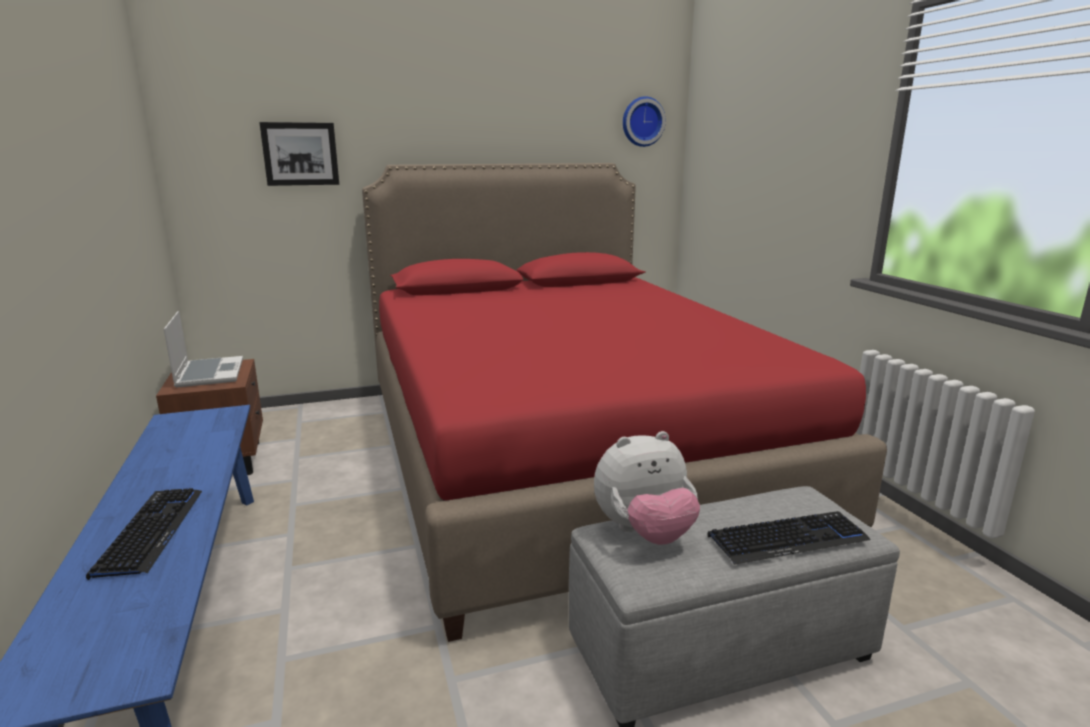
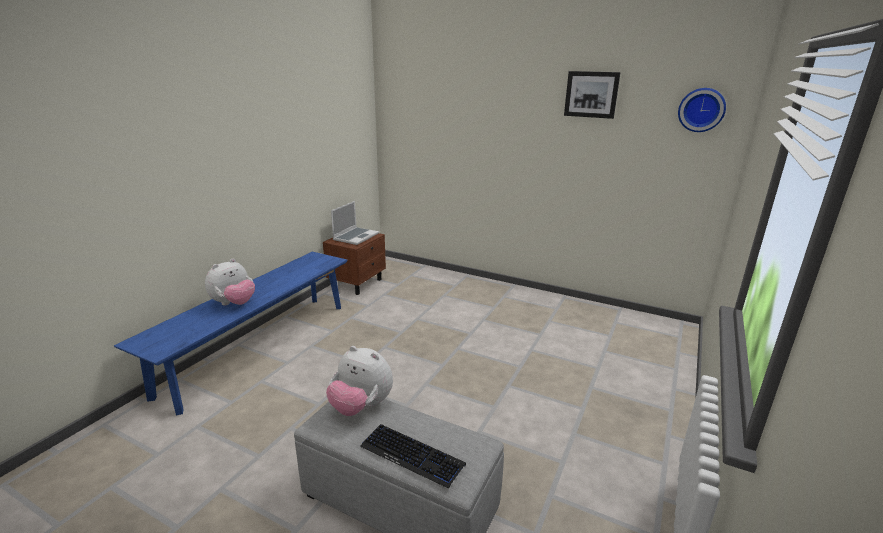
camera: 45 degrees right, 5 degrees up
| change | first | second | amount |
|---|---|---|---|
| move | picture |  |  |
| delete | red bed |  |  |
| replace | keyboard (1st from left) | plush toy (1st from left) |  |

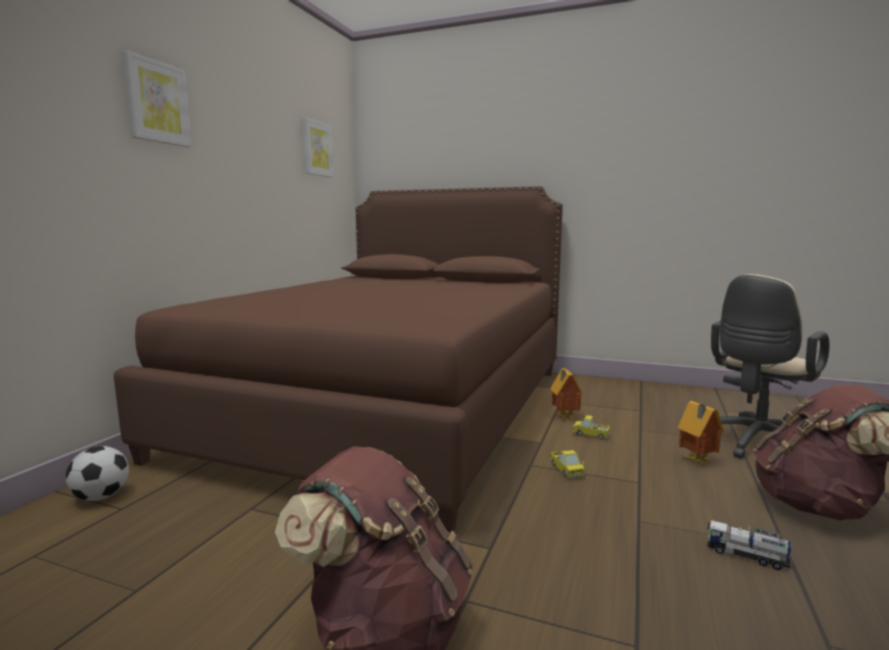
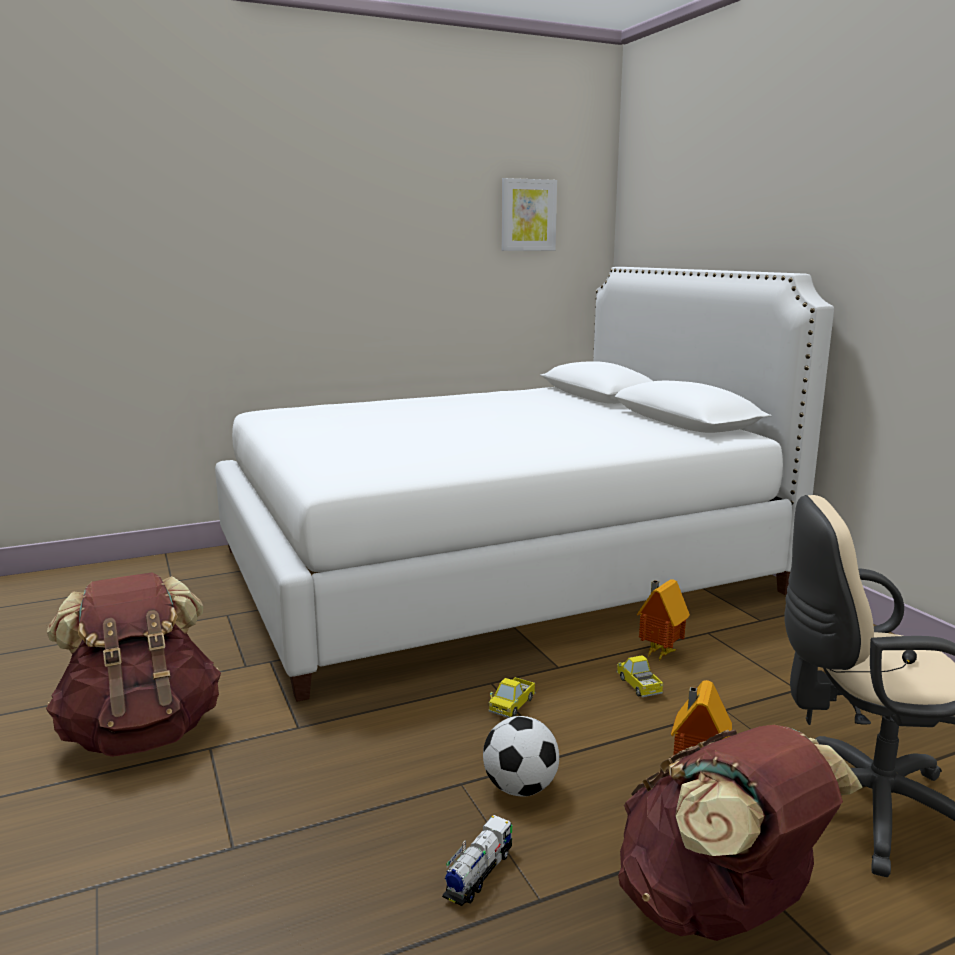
camera: 45 degrees right, 5 degrees up
| change | first | second | amount |
|---|---|---|---|
| delete | picture (1st from left) |  |  |
| recolor | brown bed | white bed |  |
| move | football |  |  |
| rotate | toy truck (3rd from left in the first image) | toy truck (1st from left) | 45 degrees clockwise |

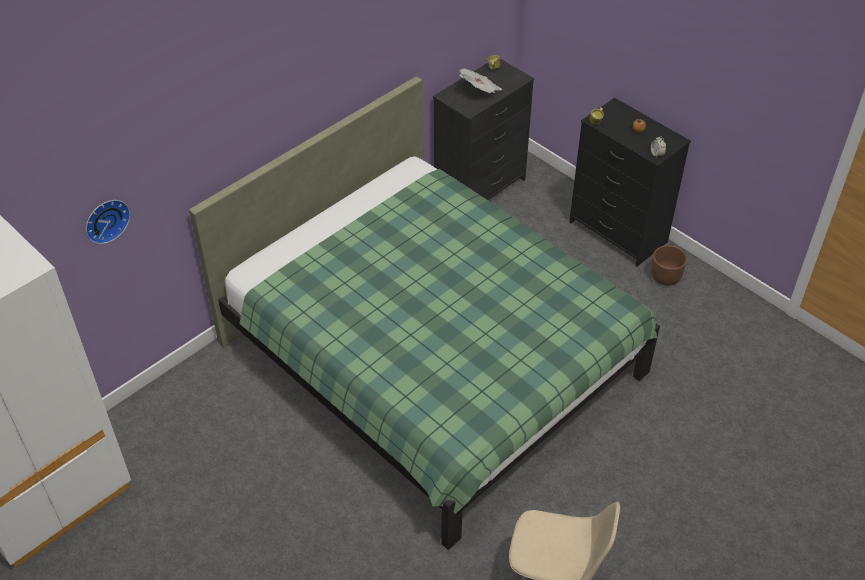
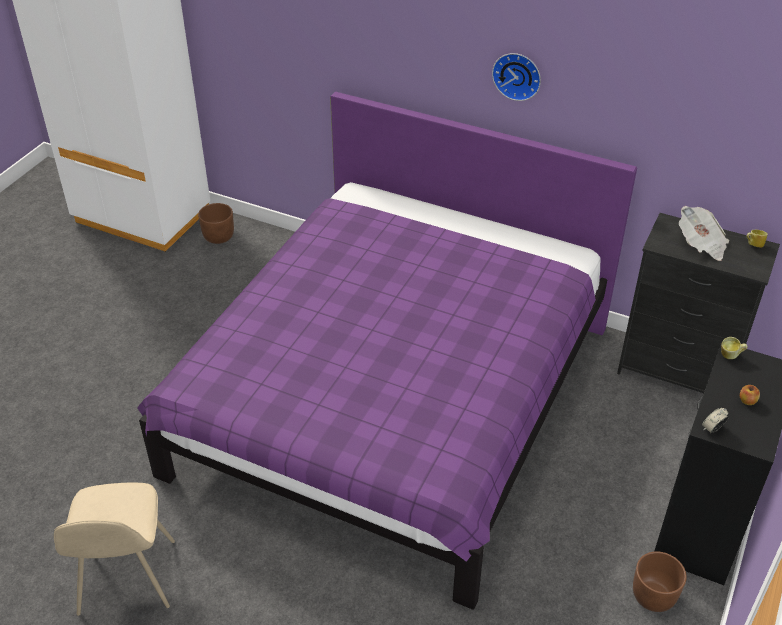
camera: 70 degrees right, 5 degrees down
| change | first | second | amount |
|---|---|---|---|
| recolor | green bed | purple bed |  |
| move | wall clock |  |  |
| insert |  | brown planter (1st from left) |  |

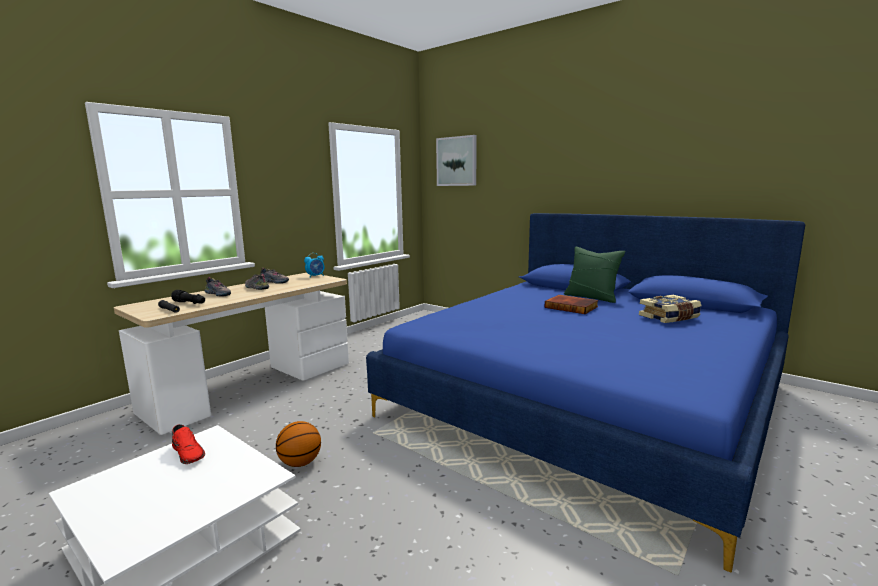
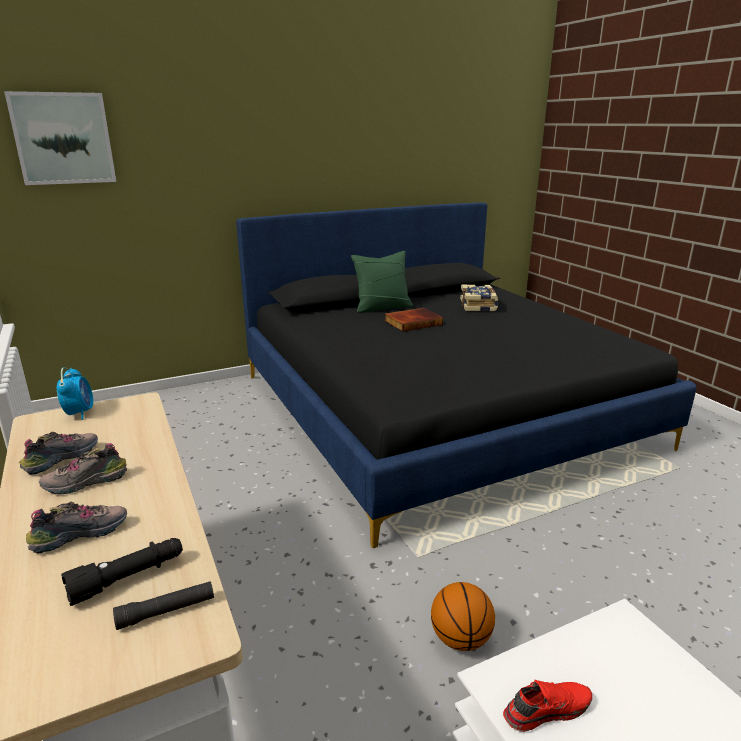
camera: 65 degrees left, 10 degrees up
| change | first | second | amount |
|---|---|---|---|
| recolor | blue bed | black bed |  |

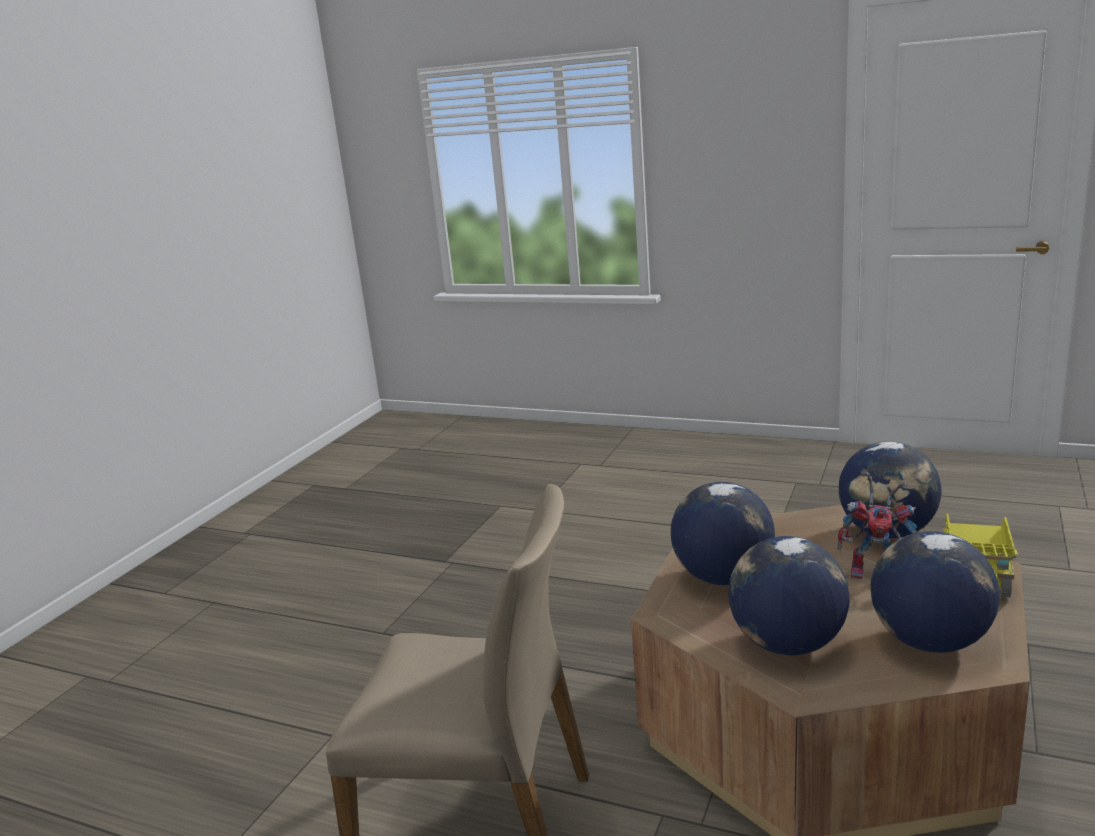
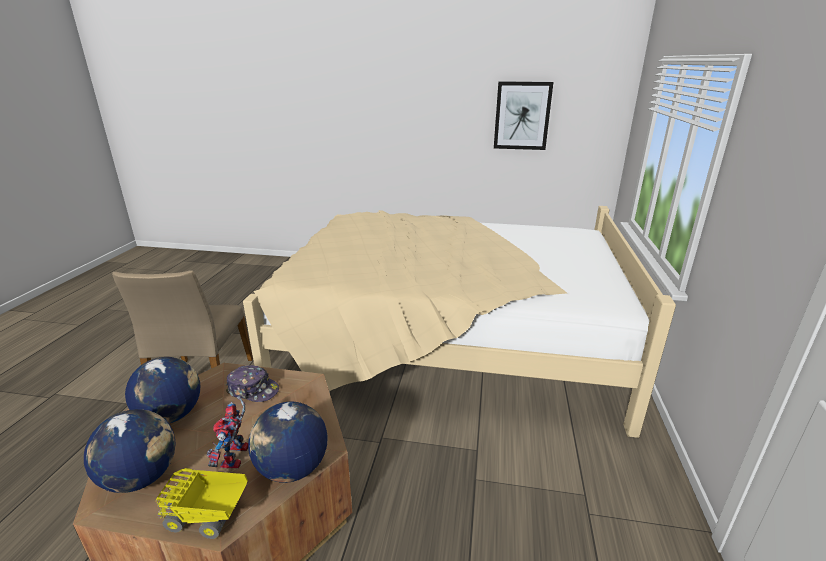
camera: 75 degrees right, 5 degrees up
| change | first | second | amount |
|---|---|---|---|
| replace | globe (1st from left) | cap |  |
| insert |  | picture |  |
| insert |  | beige bed |  |

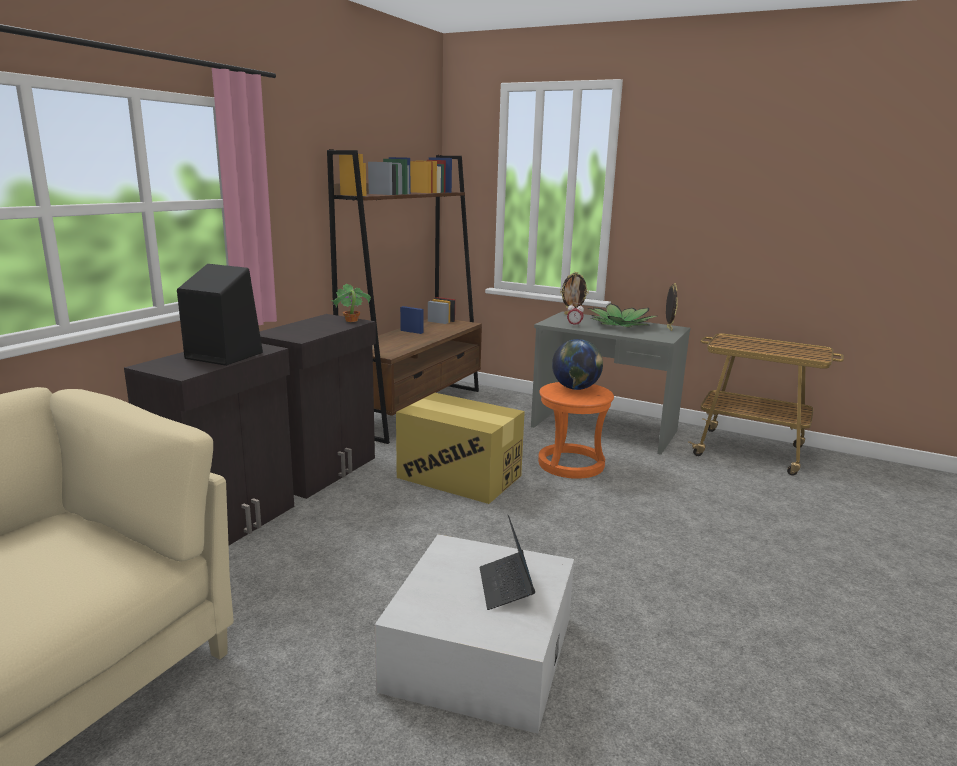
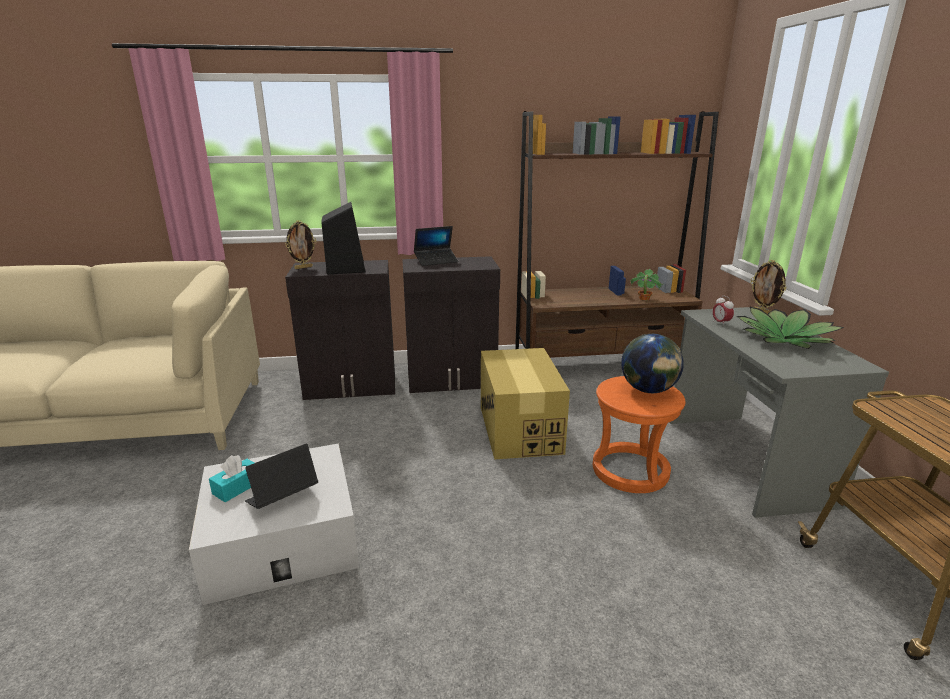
camera: 55 degrees right, 5 degrees up
| change | first | second | amount |
|---|---|---|---|
| move | picture frame (2nd from left in the first image) | picture frame (1st from left) |  |
| move | potted plant (1st from left) |  |  |
| insert |  | laptop (2nd from left) |  |
| insert |  | turquoise tissue box |  |

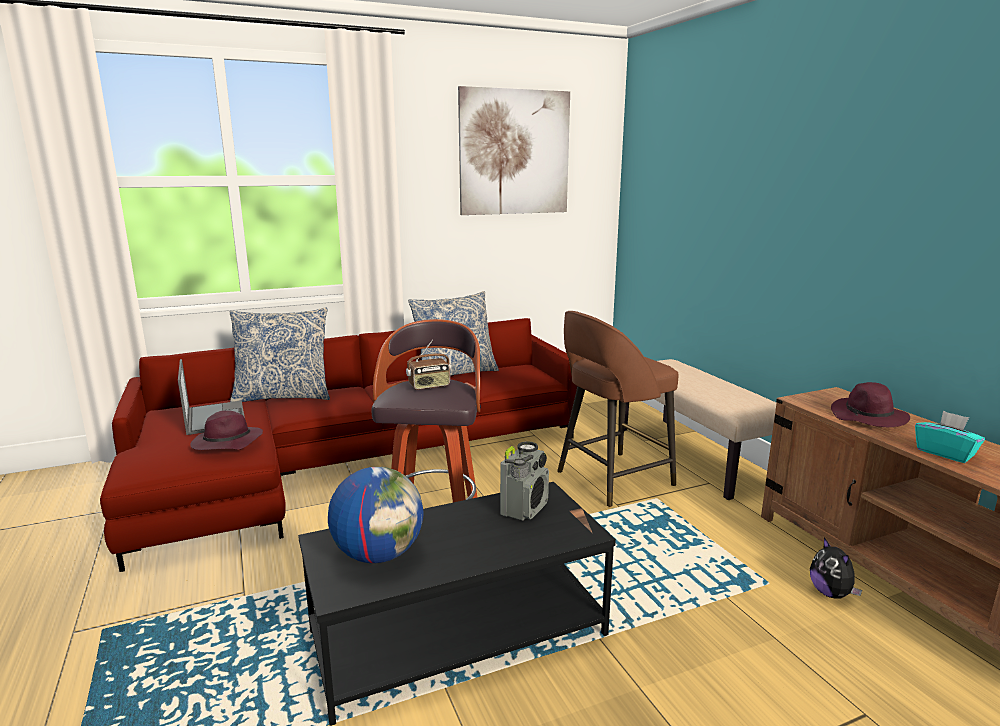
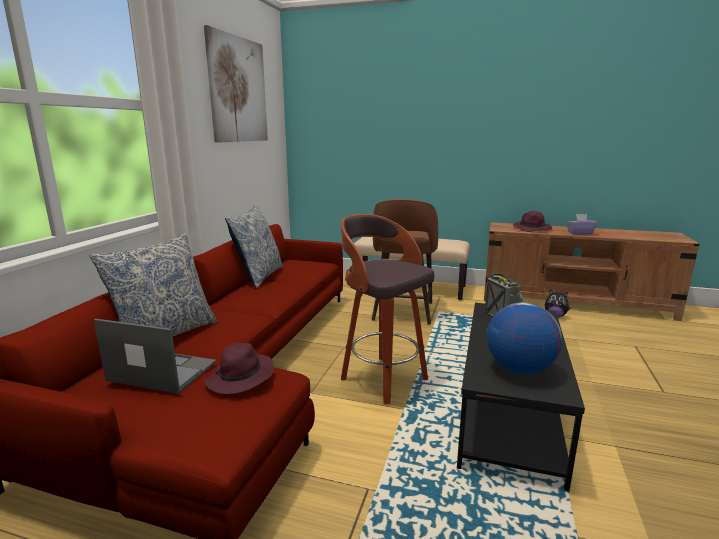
camera: 50 degrees left, 0 degrees up
| change | first | second | amount |
|---|---|---|---|
| delete | radio (1st from left) |  |  |
| recolor | turquoise tissue box | purple tissue box |  |

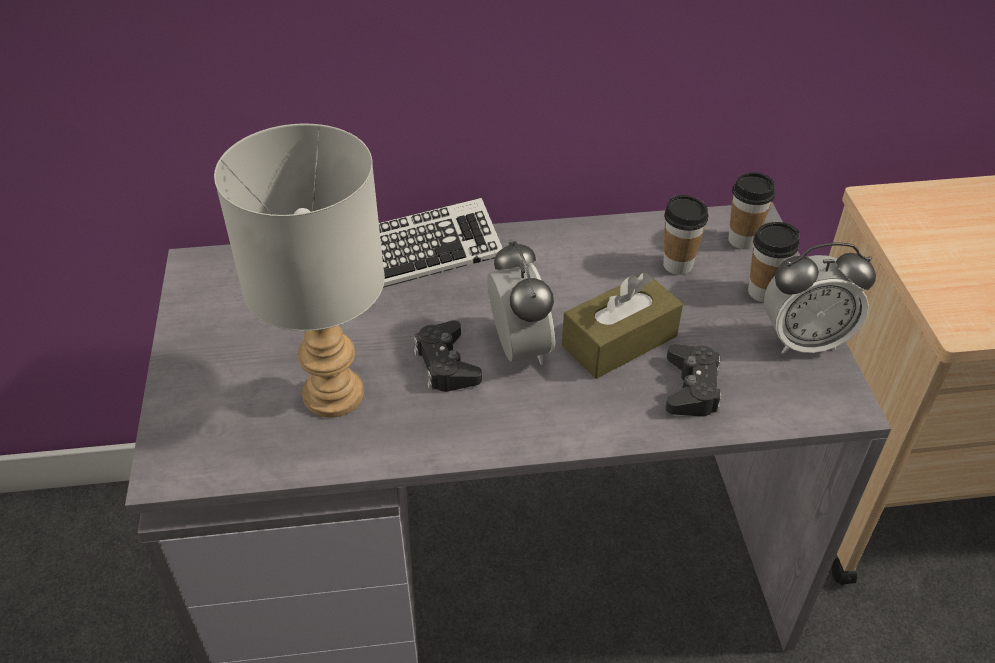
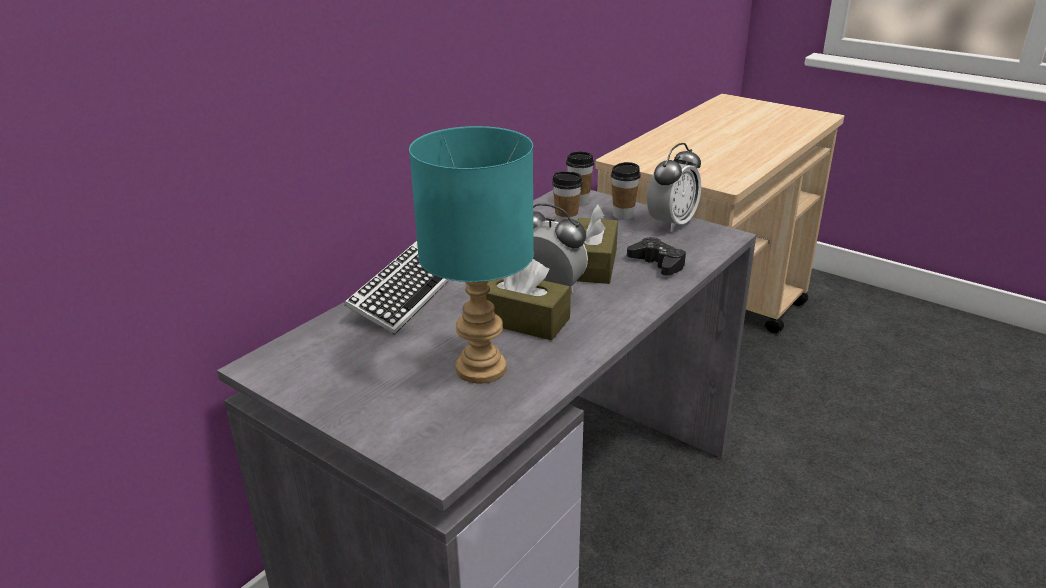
camera: 45 degrees left, 15 degrees down
| change | first | second | amount |
|---|---|---|---|
| recolor | grey table lamp | turquoise table lamp |  |
| replace | black game controller (1st from left) | brown tissue box (1st from left) |  |

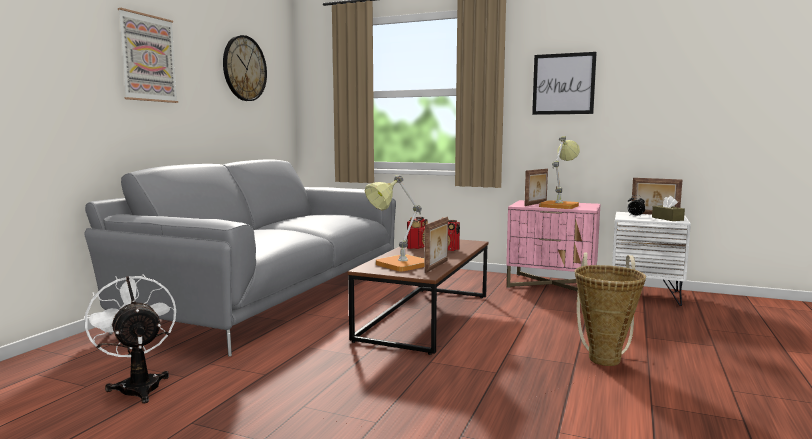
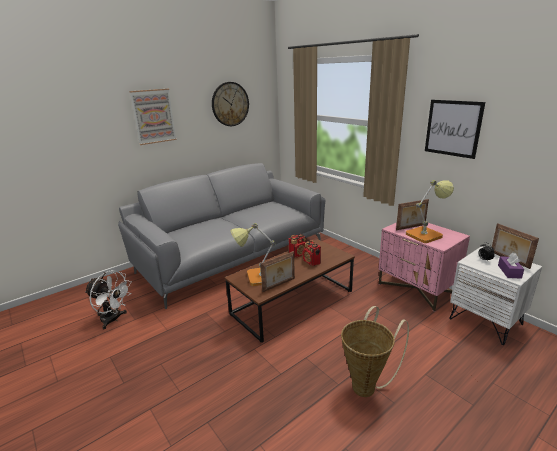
camera: 30 degrees right, 15 degrees up
| change | first | second | amount |
|---|---|---|---|
| recolor | brown tissue box | purple tissue box |  |
| rotate | white fan |  | 120 degrees clockwise |

